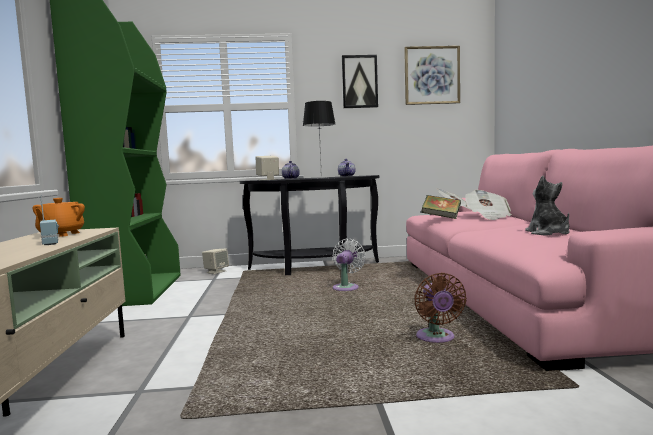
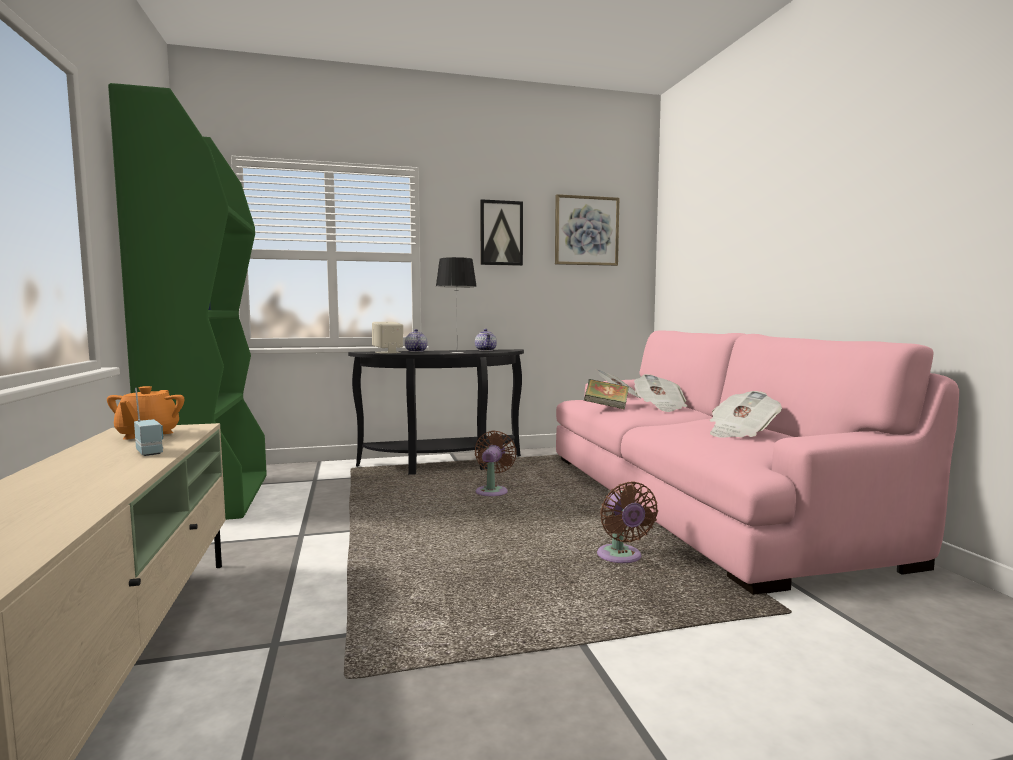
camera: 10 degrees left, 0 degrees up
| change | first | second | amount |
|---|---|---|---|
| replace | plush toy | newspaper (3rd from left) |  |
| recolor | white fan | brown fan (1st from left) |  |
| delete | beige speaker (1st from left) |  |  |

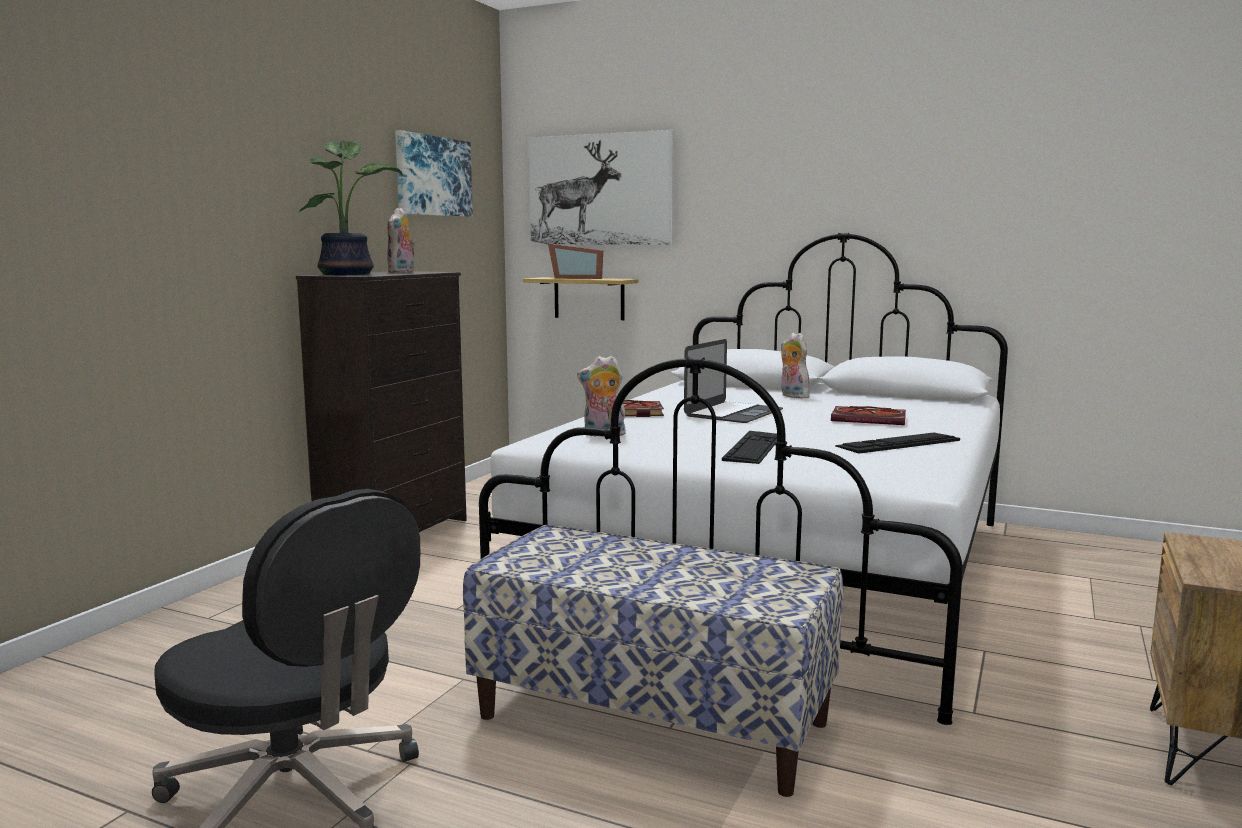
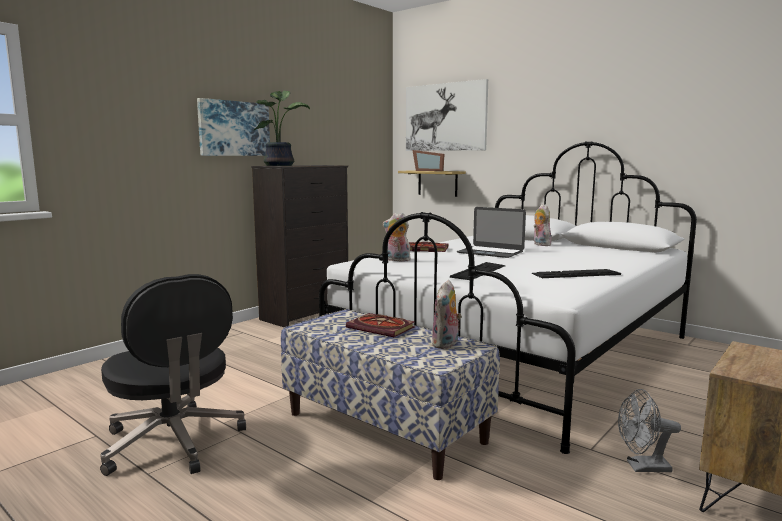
camera: 15 degrees right, 0 degrees up
| change | first | second | amount |
|---|---|---|---|
| move | picture (1st from left) |  |  |
| move | plush toy (1st from left in the first image) | plush toy (2nd from left) |  |
| rotate | laptop |  | 75 degrees clockwise |
| move | book (2nd from left in the first image) | book (1st from left) |  |
| insert |  | grey fan |  |

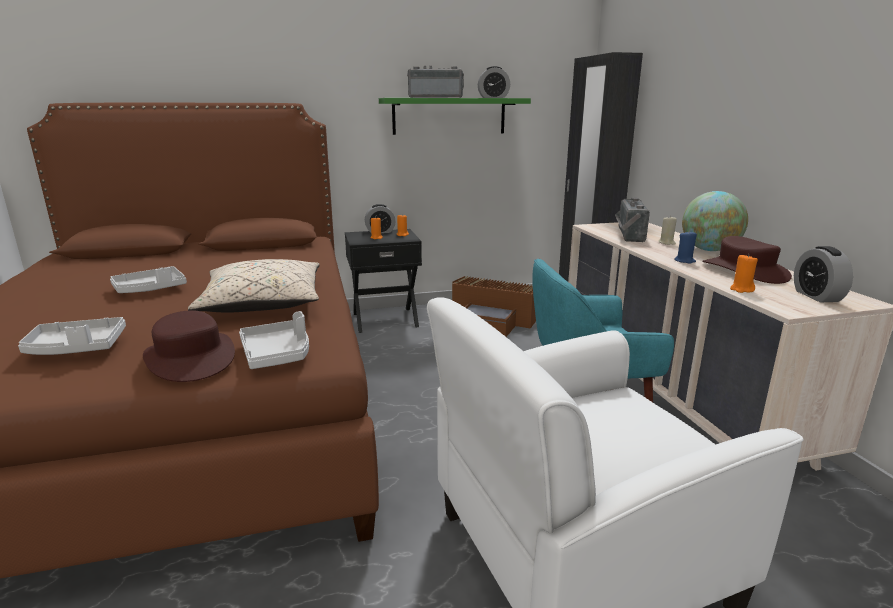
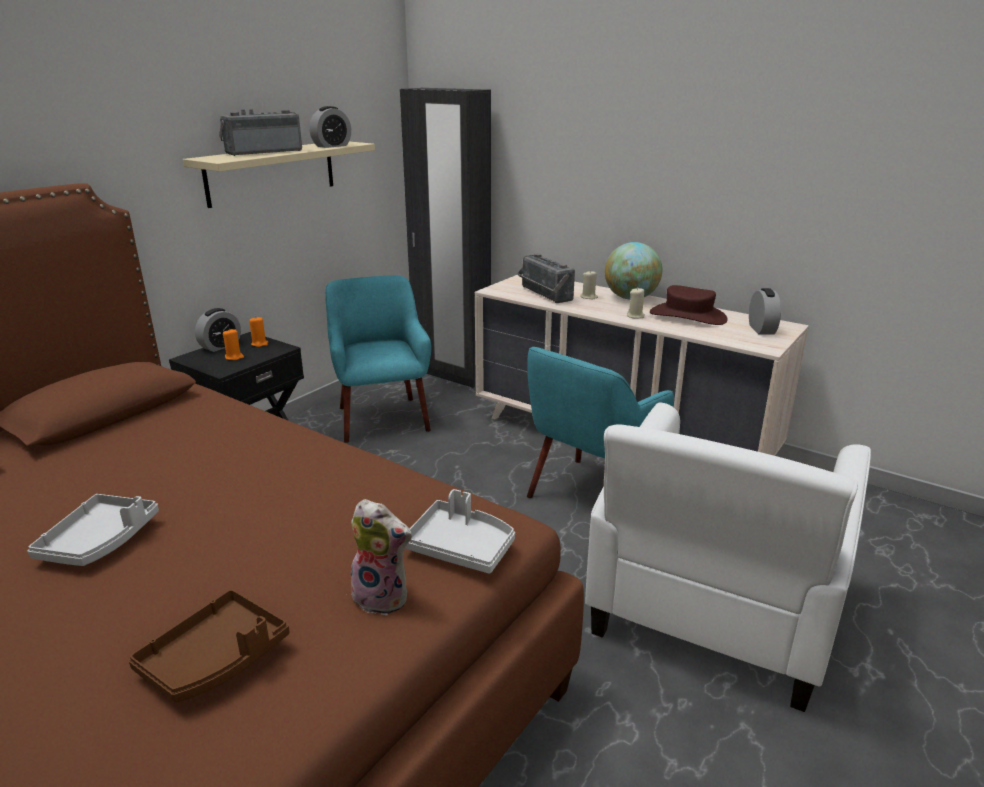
camera: 40 degrees left, 5 degrees up
| change | first | second | amount |
|---|---|---|---|
| recolor | green shelf | beige shelf |  |
| recolor | blue candle | beige candle (2nd from left) |  |
| rotate | alarm clock (3rd from left) |  | 135 degrees counterclockwise |
| delete | orange candle (3rd from left) |  |  |
| delete | beige pillow |  |  |
| replace | brown storage box | turquoise armchair (1st from left) |  |
| replace | brown hat (1st from left) | plush toy |  |
| recolor | grey tray (1st from left) | brown tray |  |

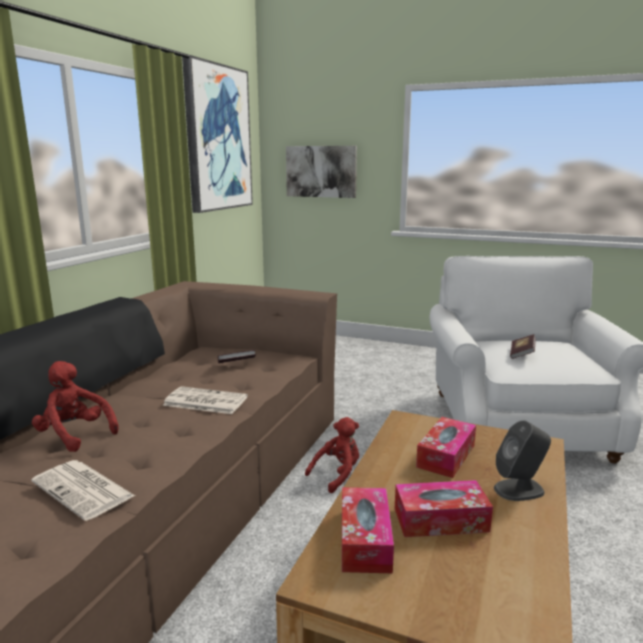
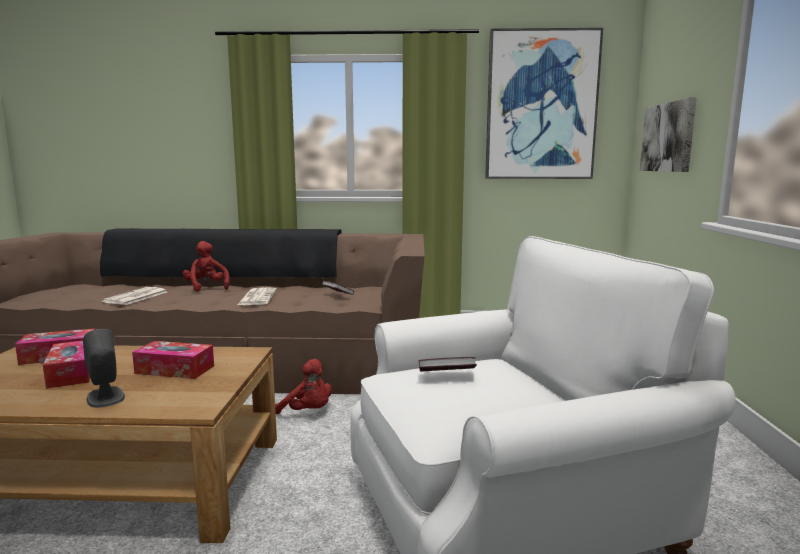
camera: 70 degrees right, 5 degrees down
| change | first | second | amount |
|---|---|---|---|
| rotate | red plush toy (1st from left) |  | 45 degrees counterclockwise |

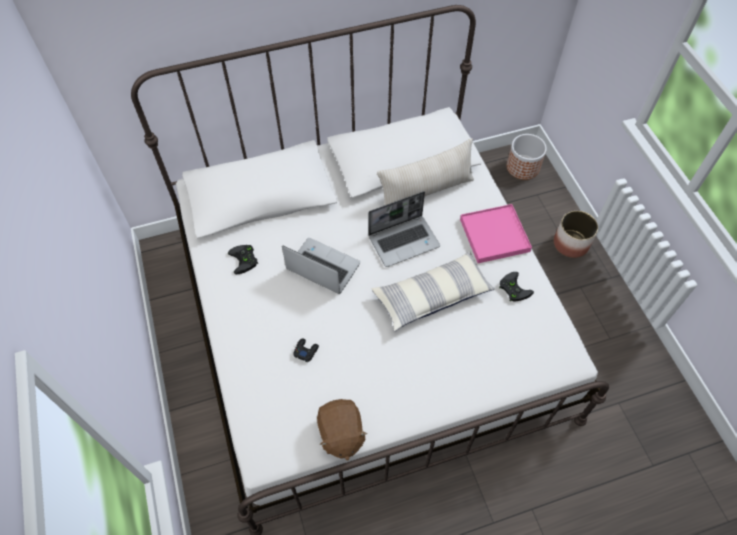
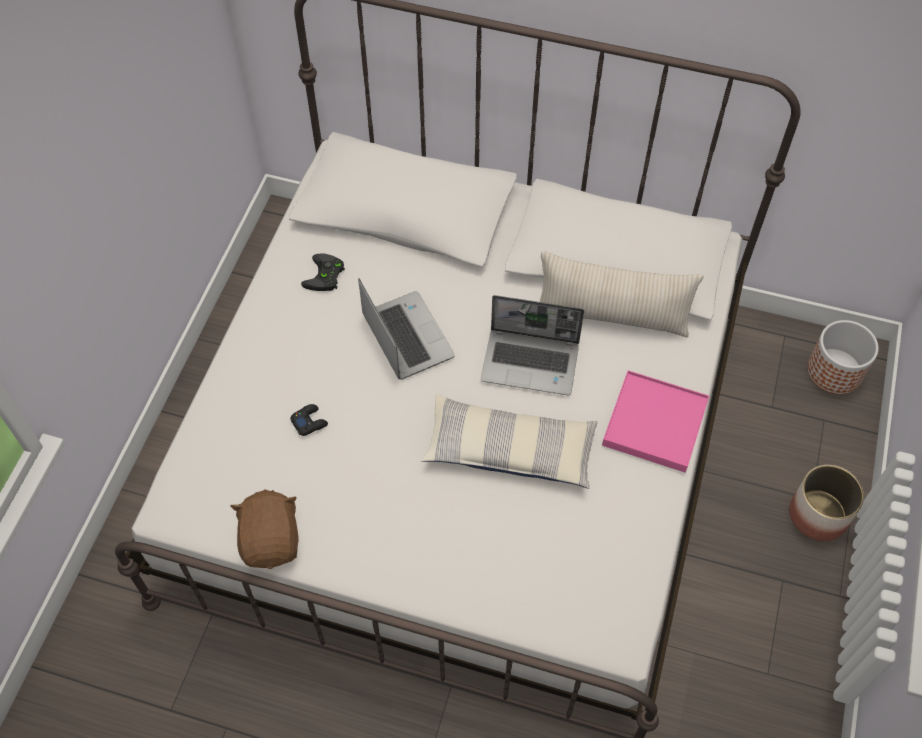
camera: 35 degrees right, 0 degrees up
| change | first | second | amount |
|---|---|---|---|
| delete | black game controller (3rd from left) |  |  |
| rotate | brown plush toy |  | 150 degrees clockwise |

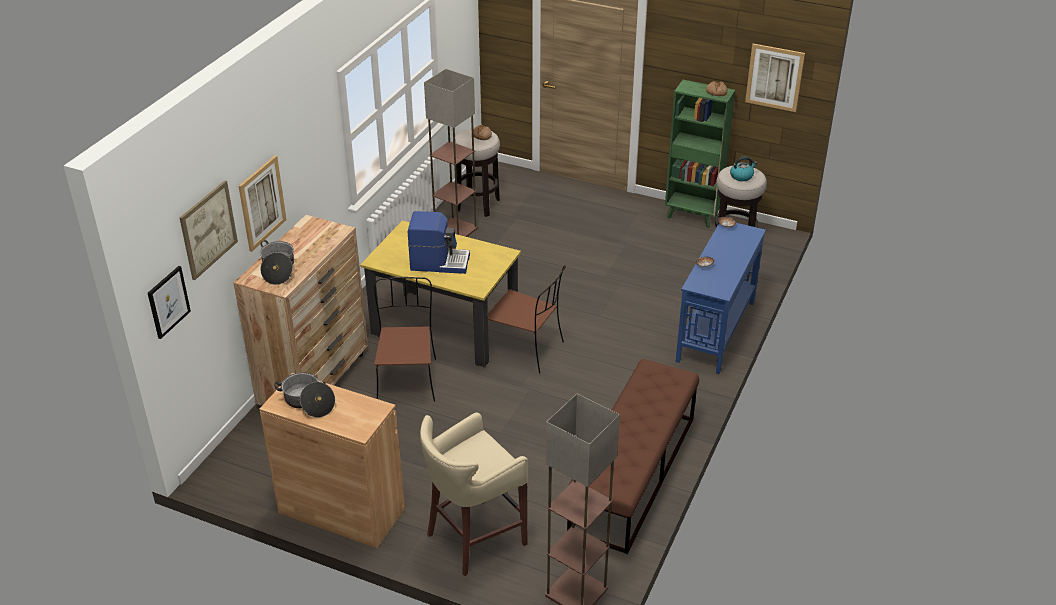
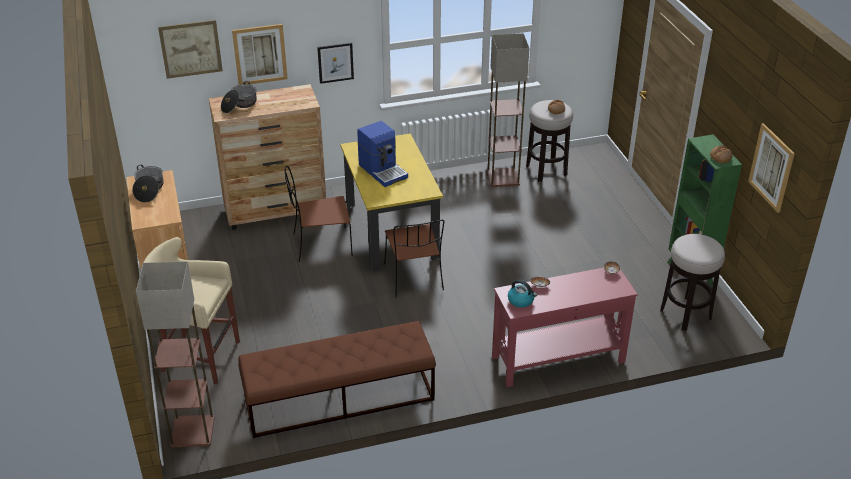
camera: 50 degrees right, 0 degrees up
| change | first | second | amount |
|---|---|---|---|
| move | kettle |  |  |
| recolor | blue console table | red console table |  |
| move | picture (1st from left in the first image) | picture (3rd from left) |  |
| rotate | brown chair (1st from left) |  | 150 degrees counterclockwise |

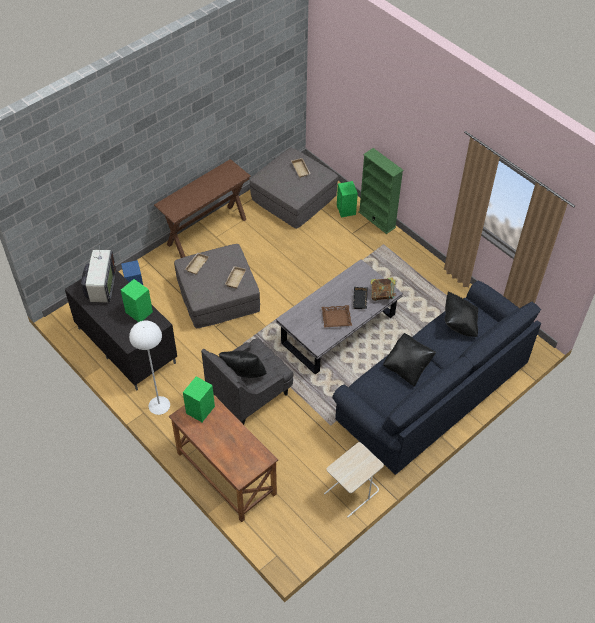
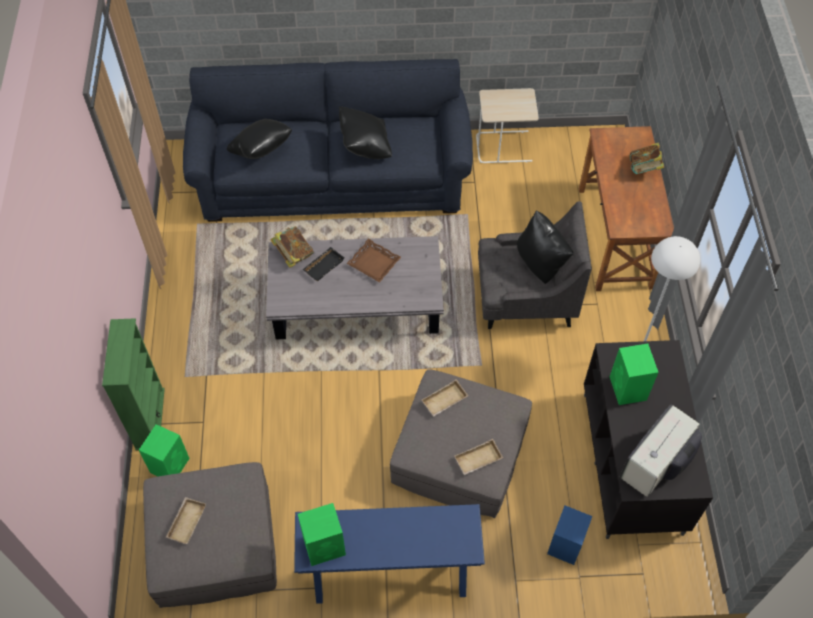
camera: 140 degrees left, 5 degrees up
| change | first | second | amount |
|---|---|---|---|
| recolor | brown console table | blue console table |  |
| move | green speaker (2nd from left) |  |  |
| insert |  | book (2nd from left) |  |

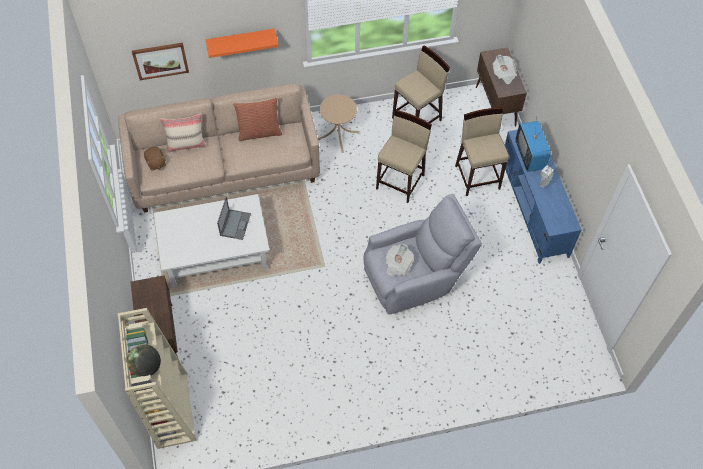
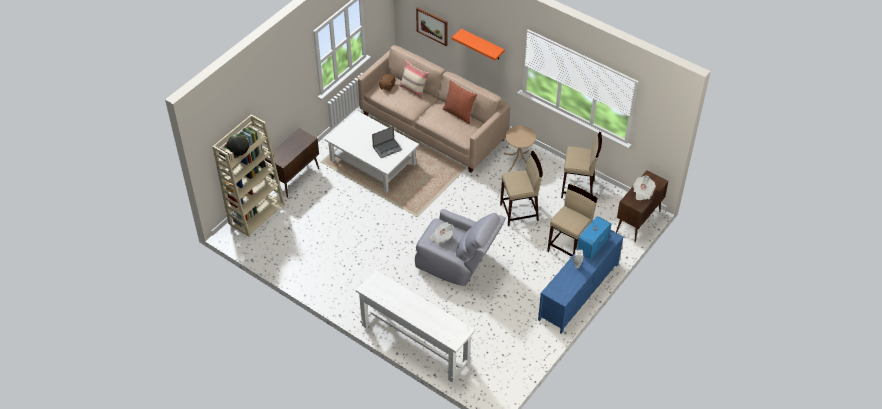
camera: 50 degrees right, 10 degrees down
| change | first | second | amount |
|---|---|---|---|
| insert |  | white console table |  |

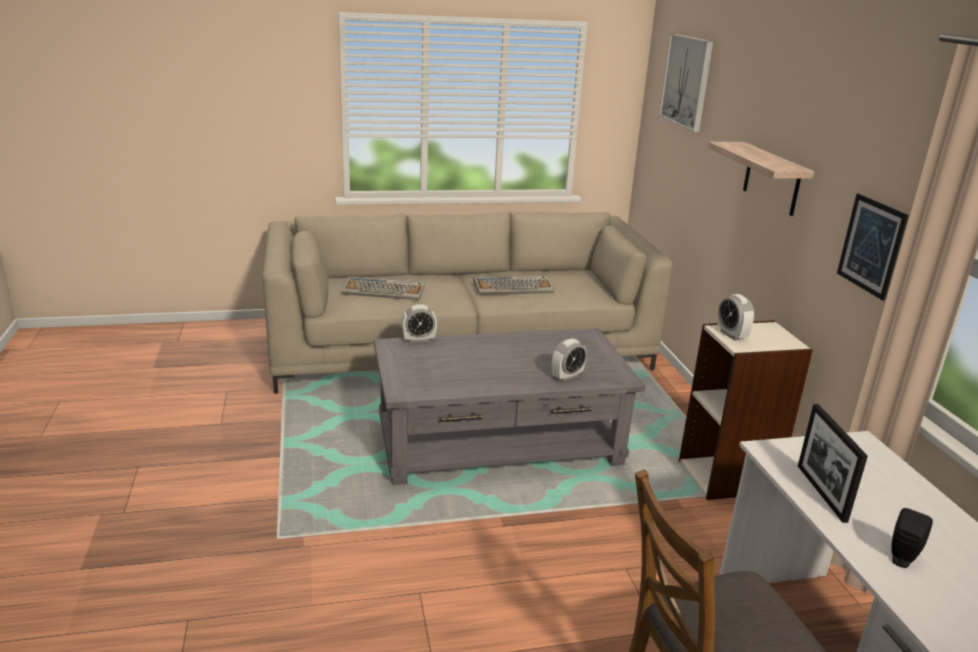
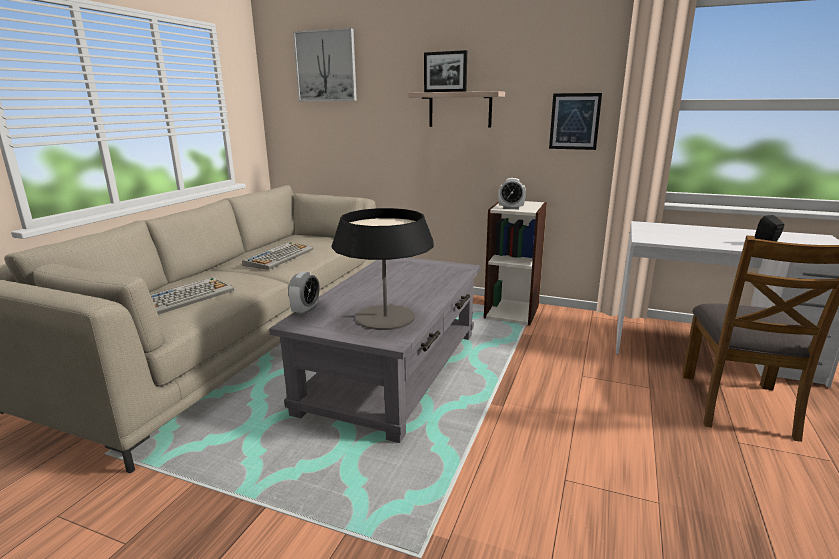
camera: 55 degrees left, 5 degrees down
| change | first | second | amount |
|---|---|---|---|
| delete | alarm clock (2nd from left) |  |  |
| move | picture frame |  |  |
| insert |  | table lamp |  |

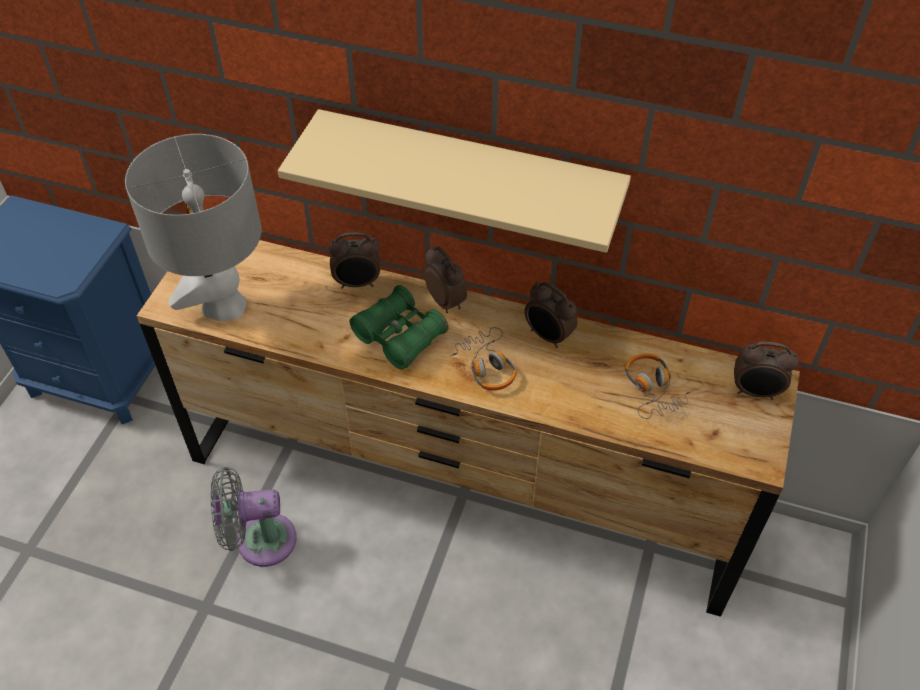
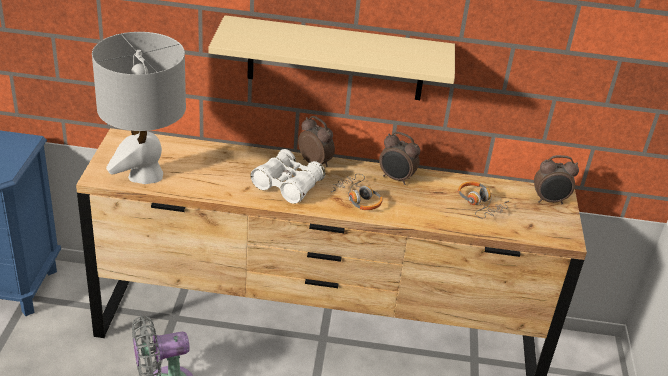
camera: 15 degrees left, 15 degrees down
| change | first | second | amount |
|---|---|---|---|
| delete | alarm clock (1st from left) |  |  |
| recolor | green binoculars | white binoculars |  |

